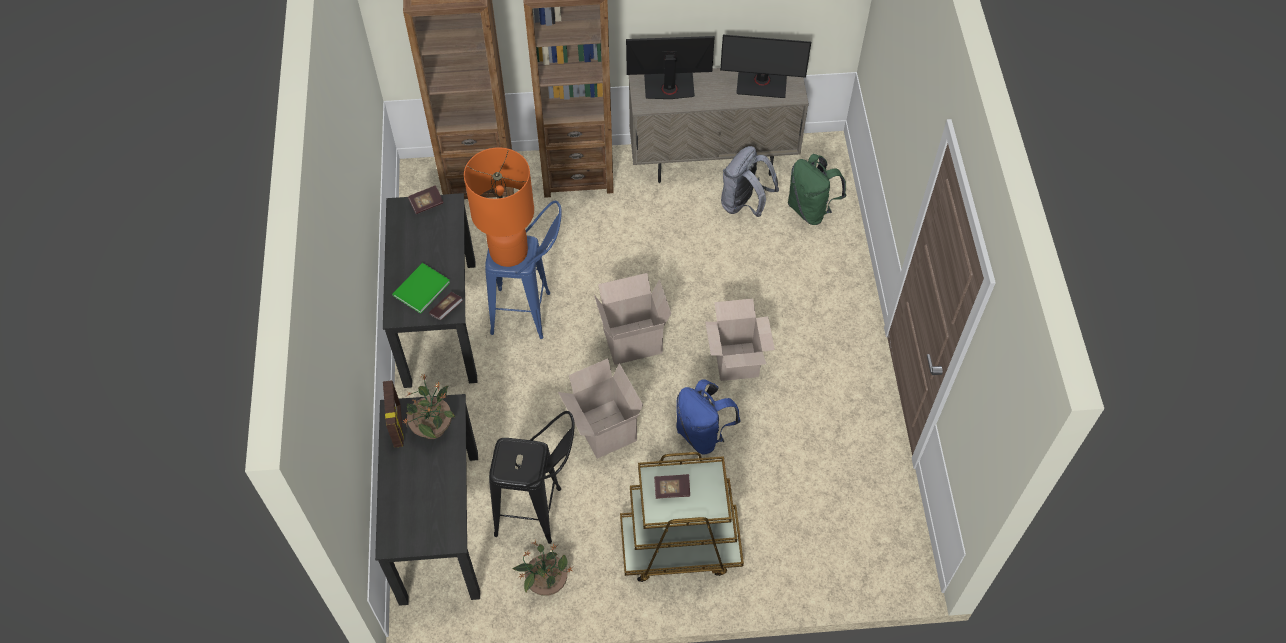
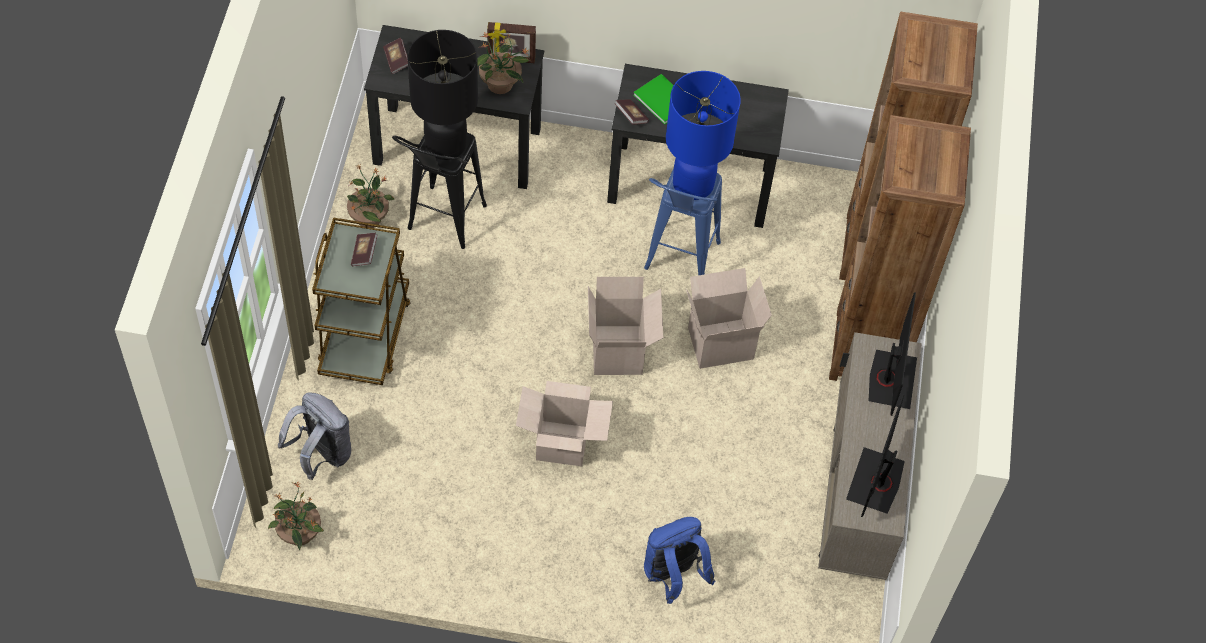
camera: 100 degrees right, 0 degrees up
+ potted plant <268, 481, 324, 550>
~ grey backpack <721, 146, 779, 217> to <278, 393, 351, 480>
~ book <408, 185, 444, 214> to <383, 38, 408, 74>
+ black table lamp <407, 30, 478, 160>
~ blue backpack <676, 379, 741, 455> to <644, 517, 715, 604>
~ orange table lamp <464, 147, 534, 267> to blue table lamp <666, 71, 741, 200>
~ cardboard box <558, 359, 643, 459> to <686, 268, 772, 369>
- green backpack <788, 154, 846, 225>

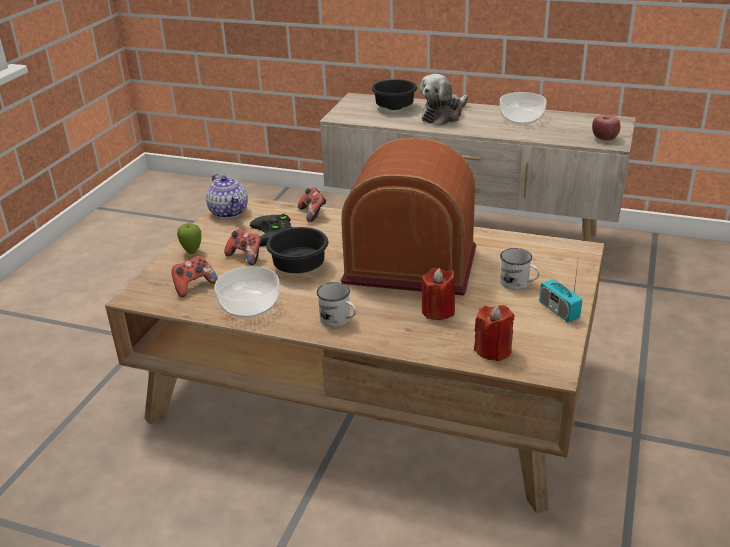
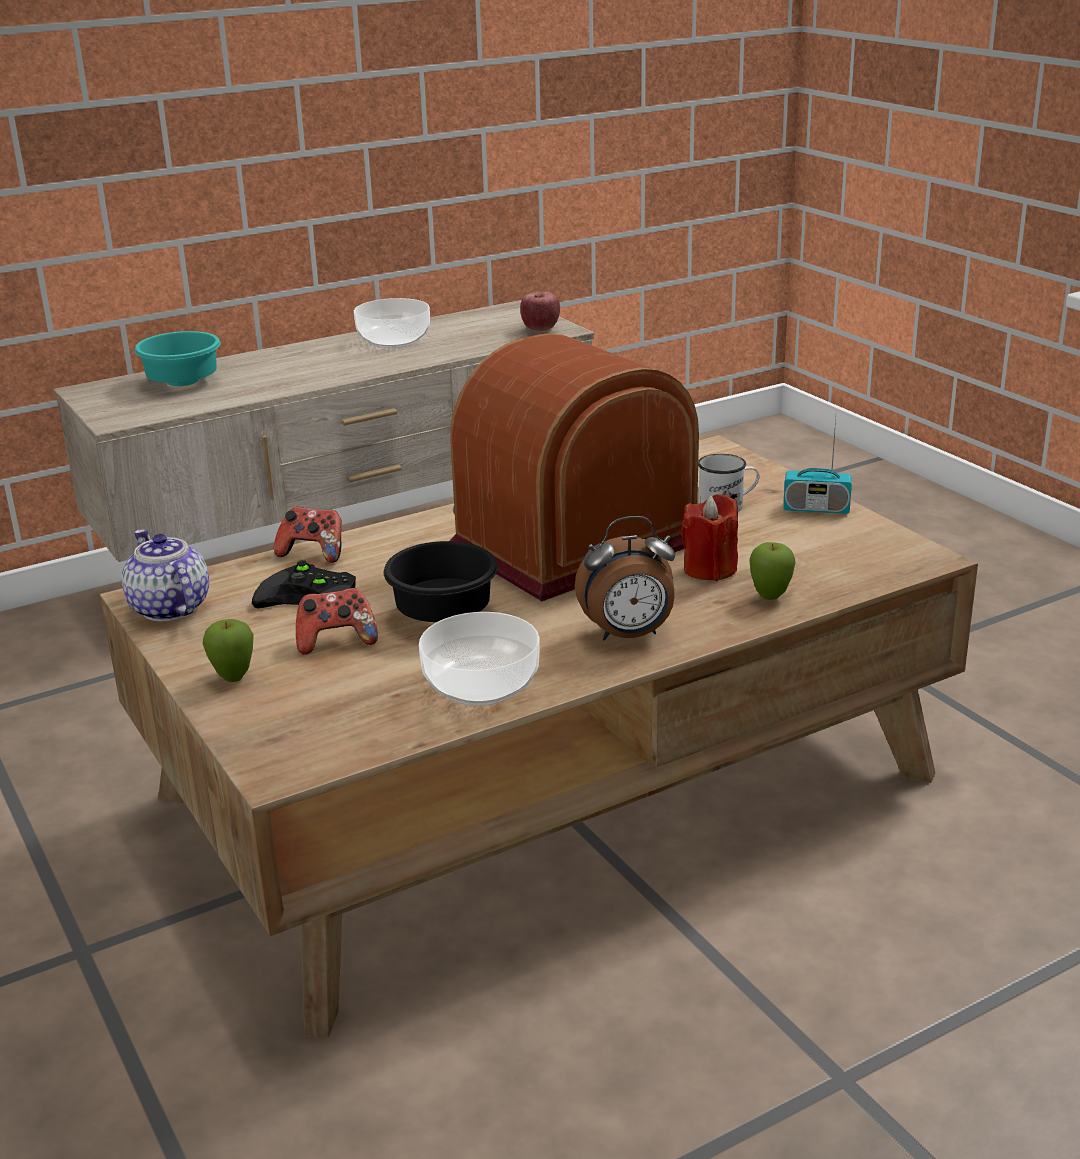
camera: 50 degrees left, 5 degrees down
~ teapot <206, 174, 248, 219> = <122, 529, 209, 622> 135 degrees counterclockwise
~ black bowl <372, 79, 417, 110> to turquoise bowl <134, 331, 221, 386>
~ white mug <317, 282, 356, 327> to alarm clock <575, 516, 675, 641>
+ apple <750, 542, 795, 600>
- game controller <171, 256, 218, 297>
- plush toy <419, 74, 468, 126>
- red candle <474, 305, 514, 361>

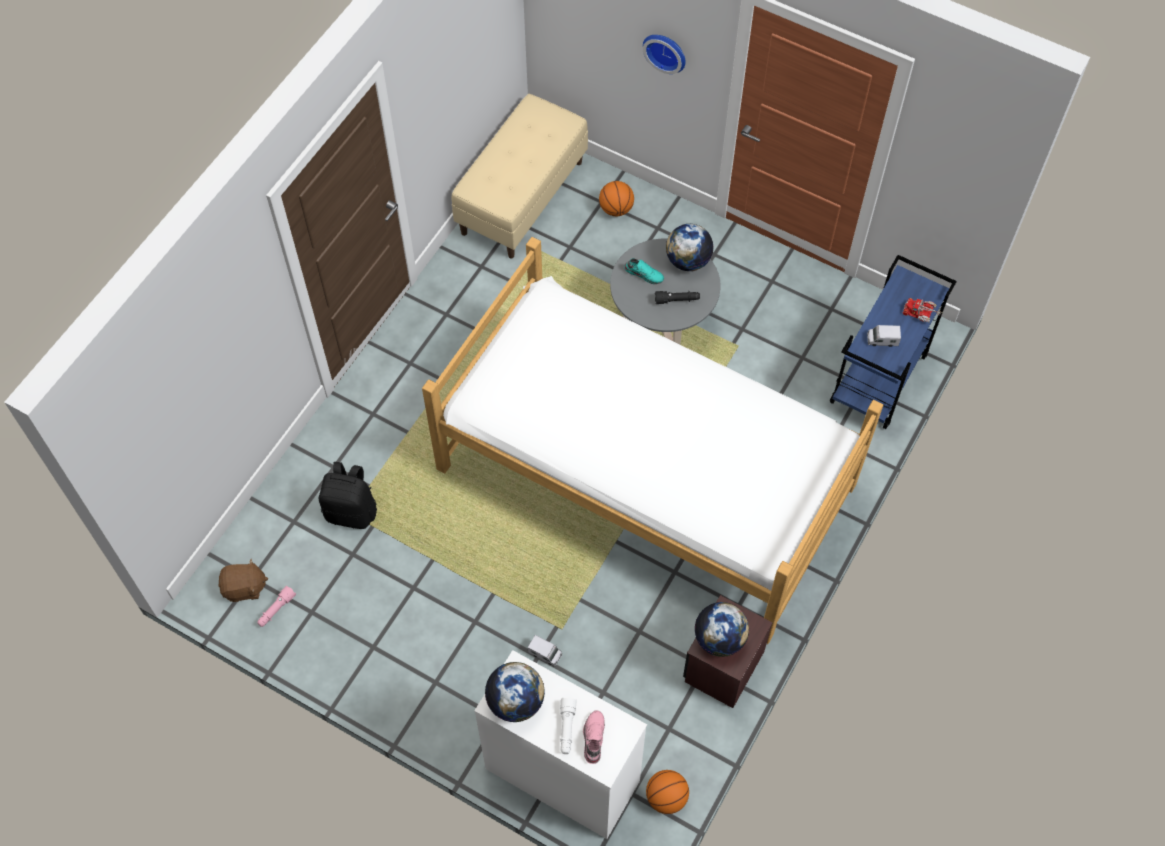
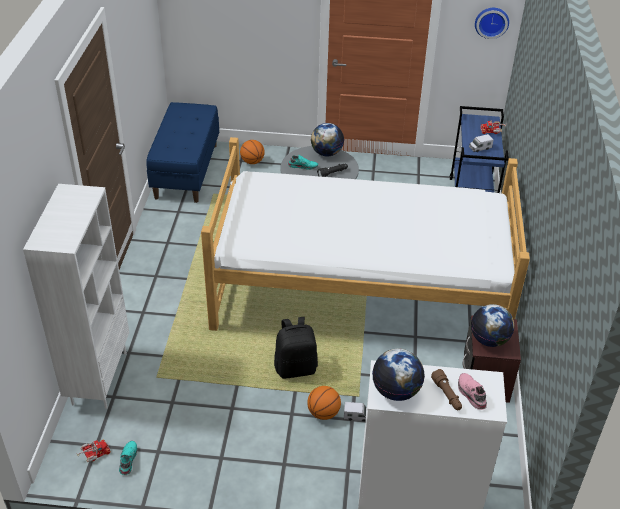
camera: 25 degrees left, 20 degrees down
+ white bookcase <23, 184, 129, 409>
~ brown plush toy <218, 558, 268, 602> to toy truck <77, 440, 111, 463>
~ pink flashlight <257, 586, 296, 627> to turquoise shoe <119, 441, 137, 475>
~ beige bench <451, 94, 588, 258> to blue bench <146, 102, 219, 203>
~ black backpack <319, 462, 377, 529> to <274, 317, 318, 379>
~ basketball <646, 770, 689, 814> to <307, 386, 341, 420>
~ white flashlight <560, 697, 576, 754> to brown flashlight <431, 369, 462, 410>
~ wall clock <643, 35, 686, 74> to <475, 8, 509, 39>

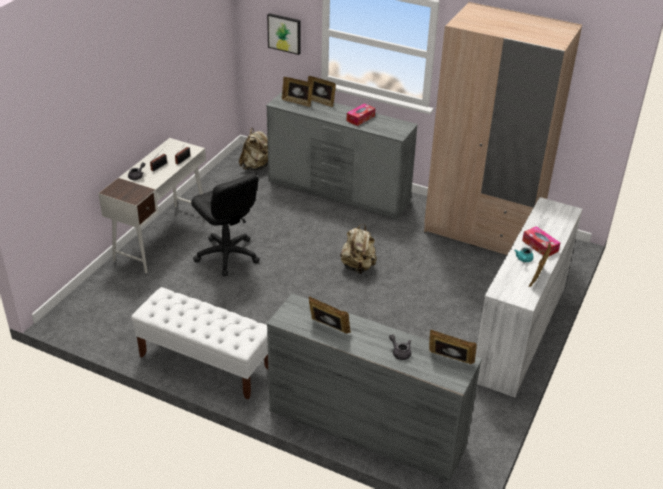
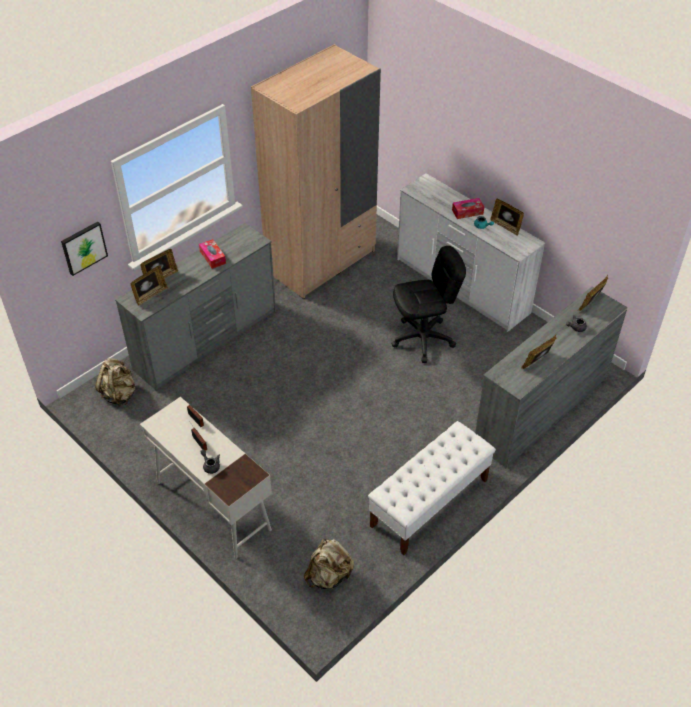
camera: 70 degrees left, 10 degrees up
~ beige backpack <340, 224, 377, 274> to <304, 539, 354, 589>
~ black office chair <191, 173, 260, 276> to <391, 246, 466, 363>

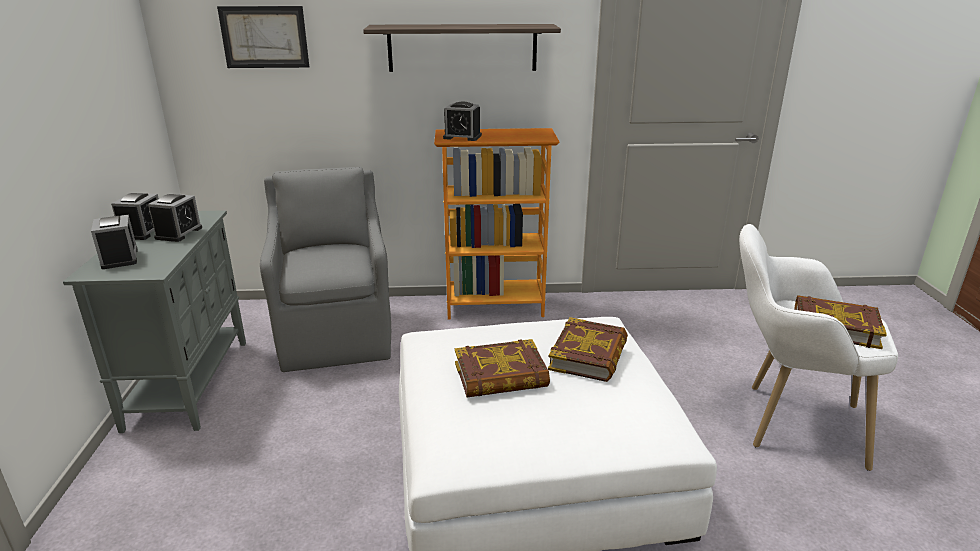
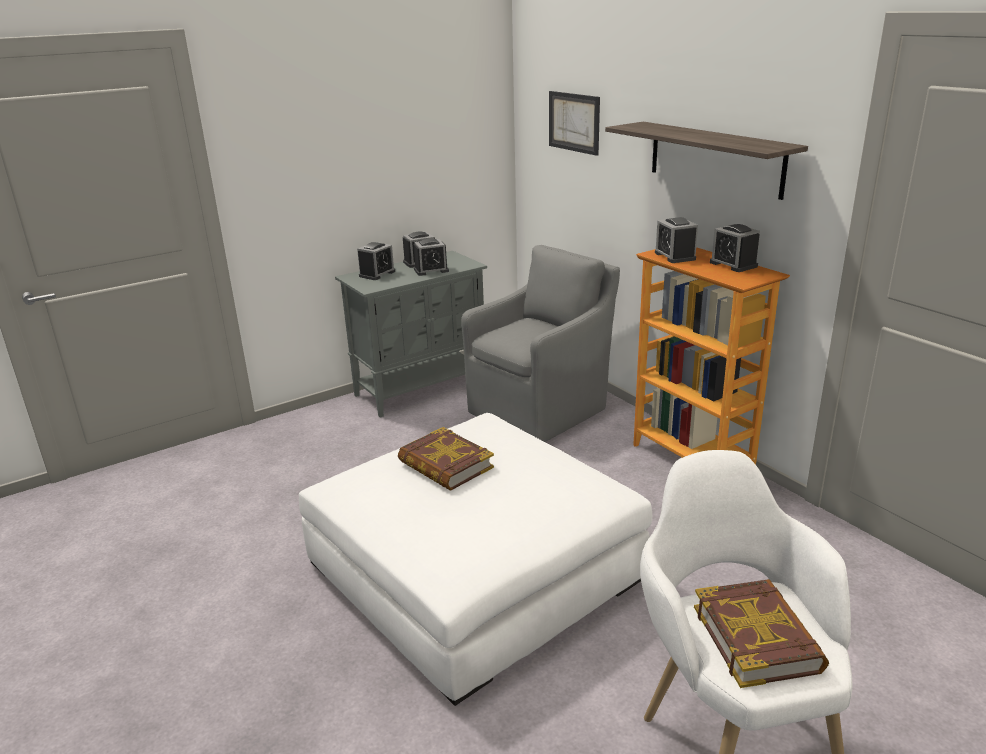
camera: 60 degrees right, 0 degrees up
+ alarm clock <710, 224, 760, 272>
- book <548, 317, 628, 382>

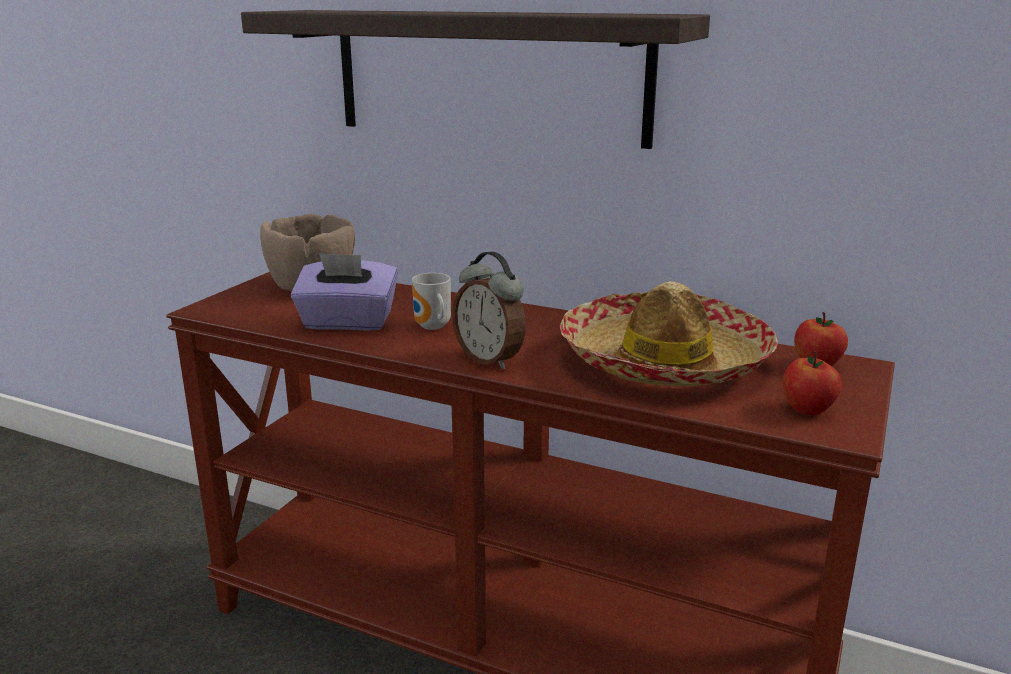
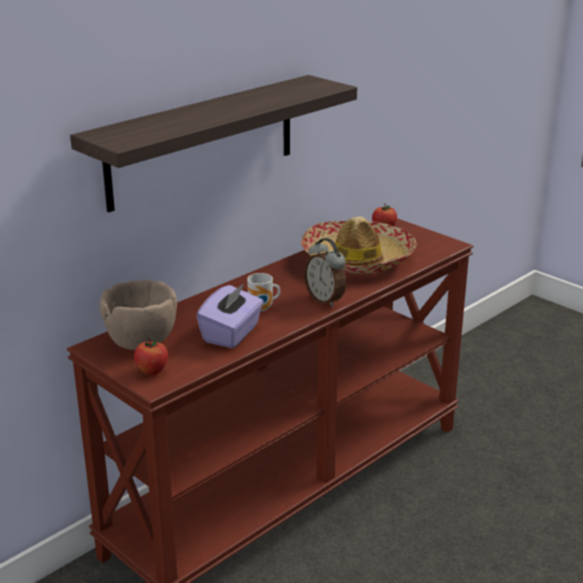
camera: 70 degrees left, 5 degrees up
~ apple <782, 351, 842, 415> to <134, 339, 168, 375>
~ alarm clock <452, 251, 526, 370> = <304, 238, 346, 307> 75 degrees clockwise

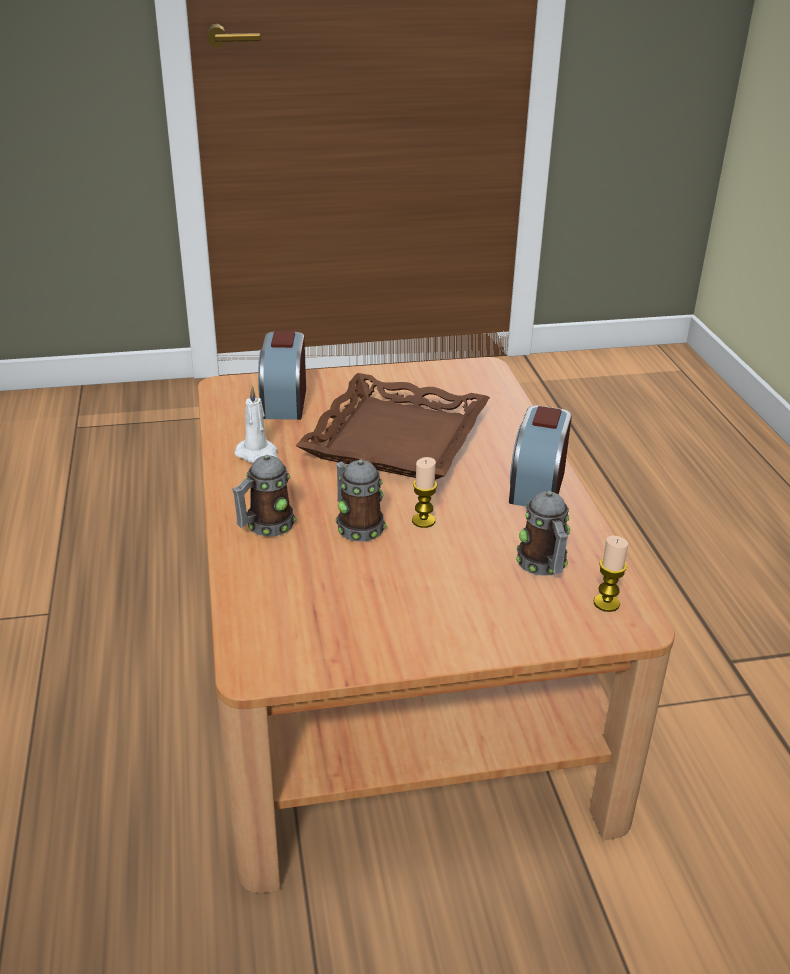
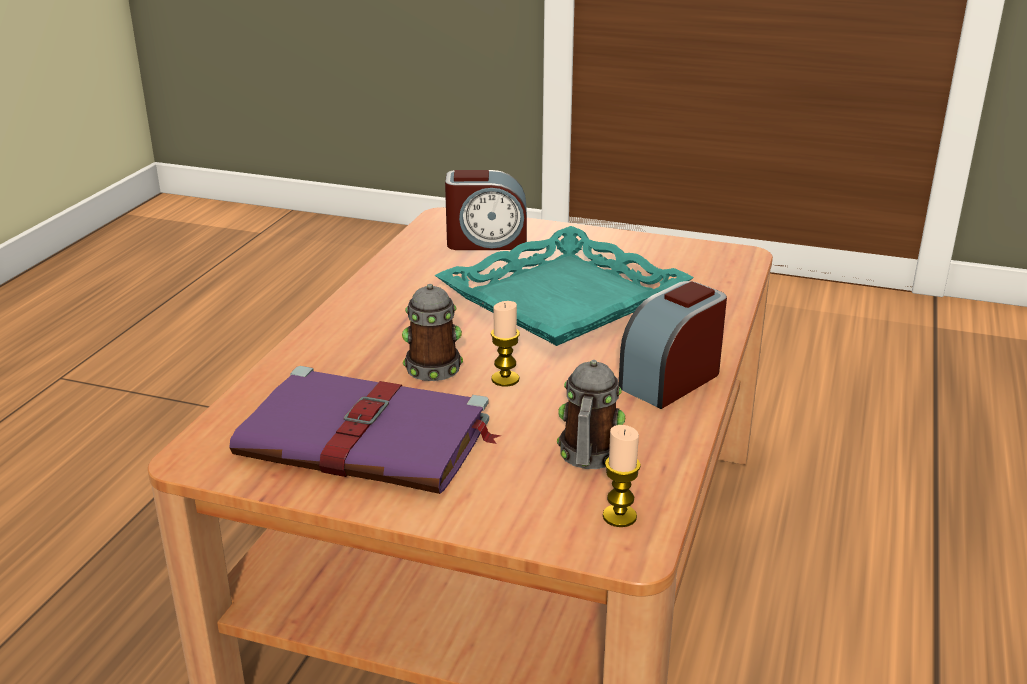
camera: 30 degrees right, 5 degrees down
+ purple book <229, 366, 501, 494>
~ brown tray <296, 373, 490, 480> to turquoise tray <435, 226, 694, 346>
~ alarm clock <258, 331, 306, 420> = <445, 170, 527, 250> 120 degrees counterclockwise
- mug <232, 455, 296, 537>
- white candle <235, 386, 278, 463>

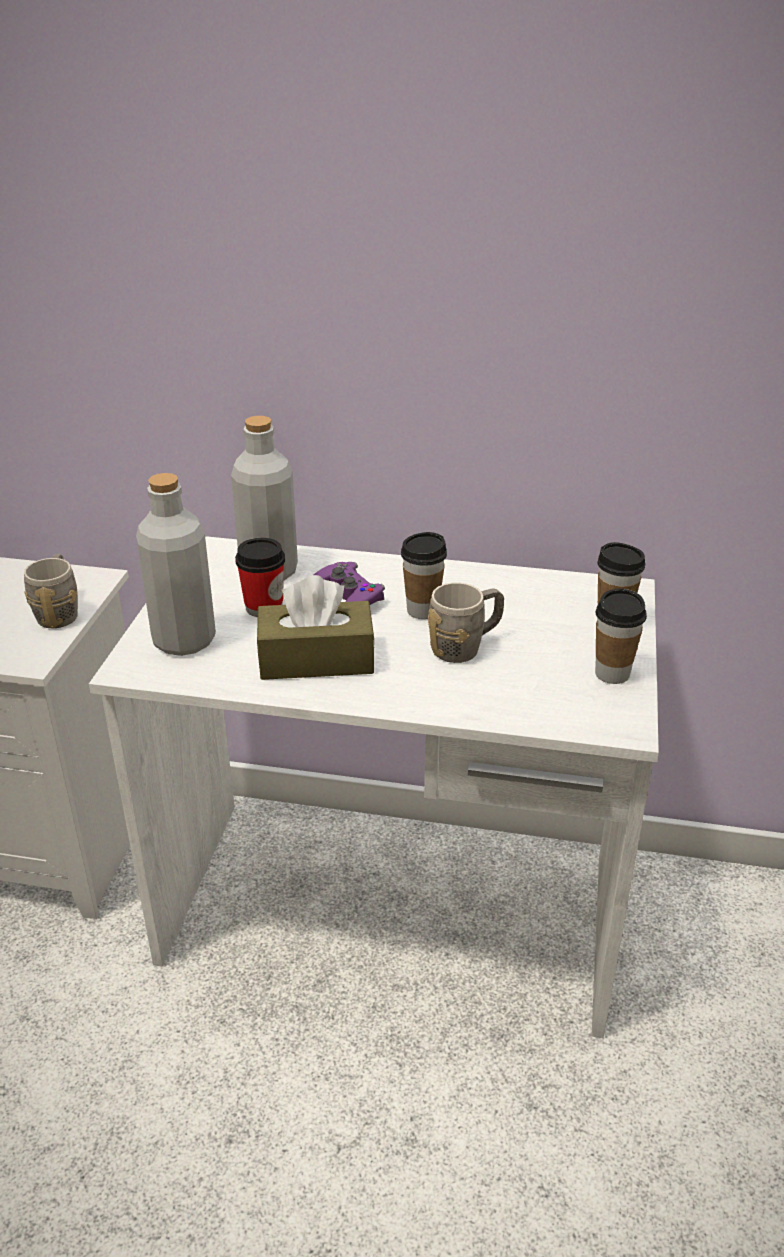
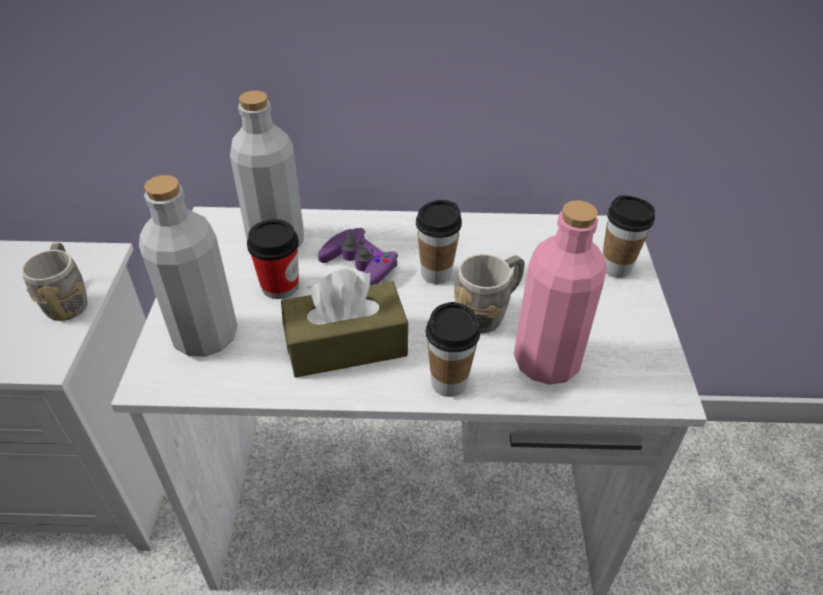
camera: 10 degrees left, 10 degrees up
~ cup <595, 588, 647, 684> to <426, 302, 480, 397>
+ pink bottle <514, 200, 607, 385>

